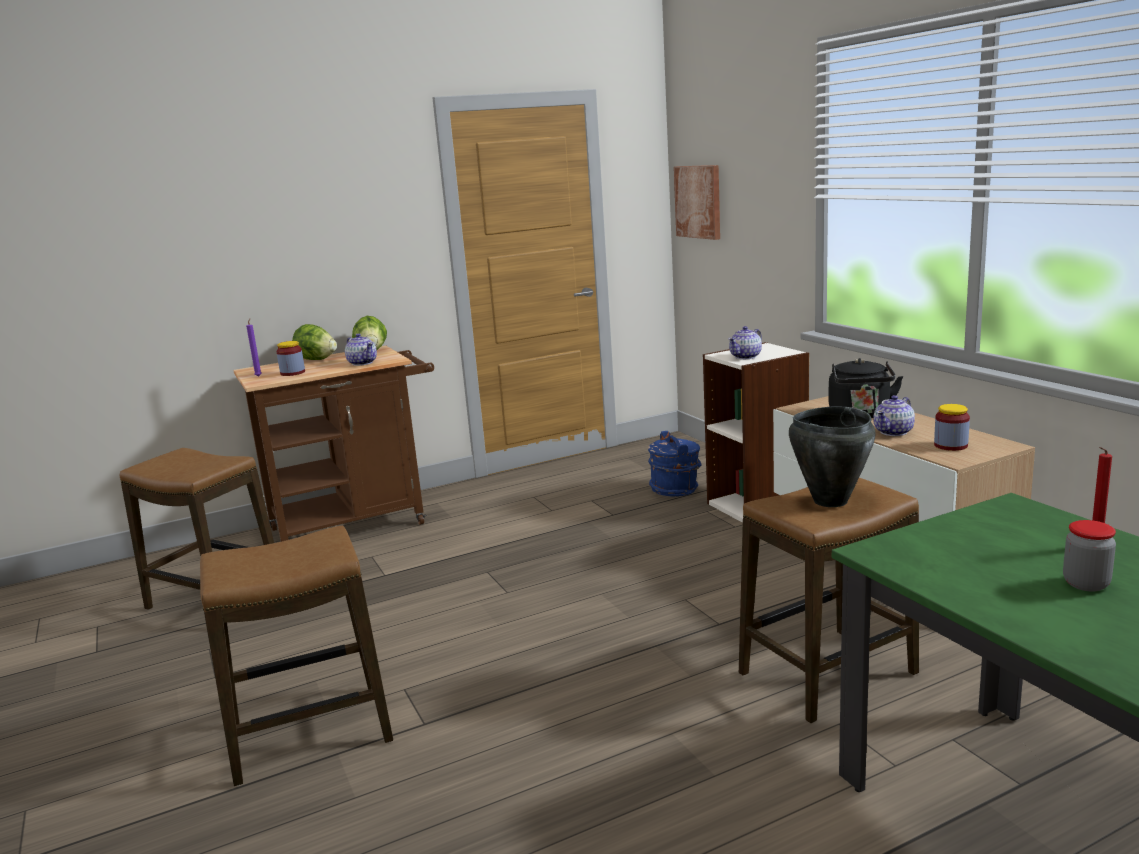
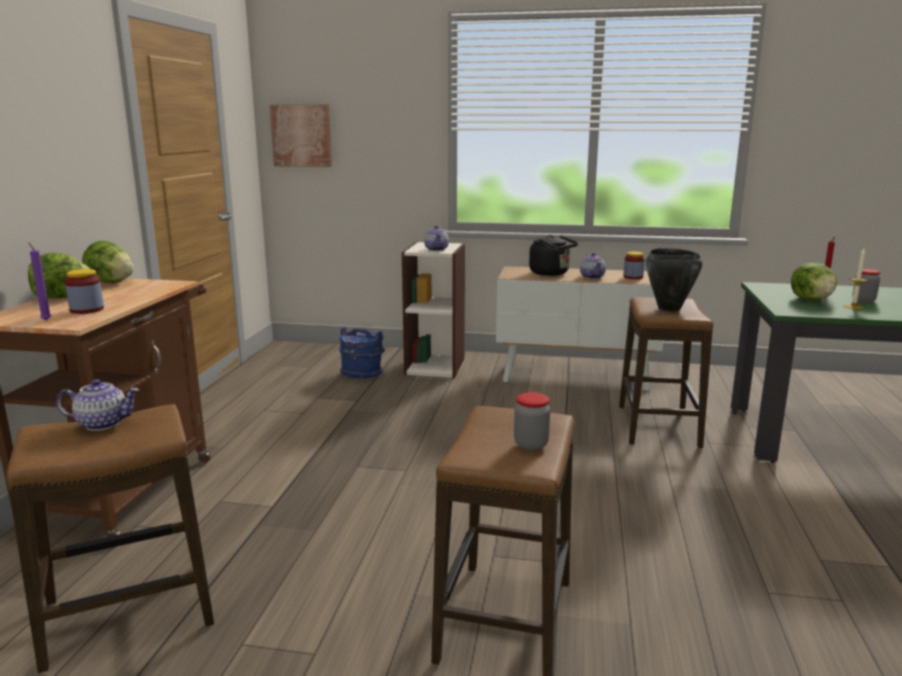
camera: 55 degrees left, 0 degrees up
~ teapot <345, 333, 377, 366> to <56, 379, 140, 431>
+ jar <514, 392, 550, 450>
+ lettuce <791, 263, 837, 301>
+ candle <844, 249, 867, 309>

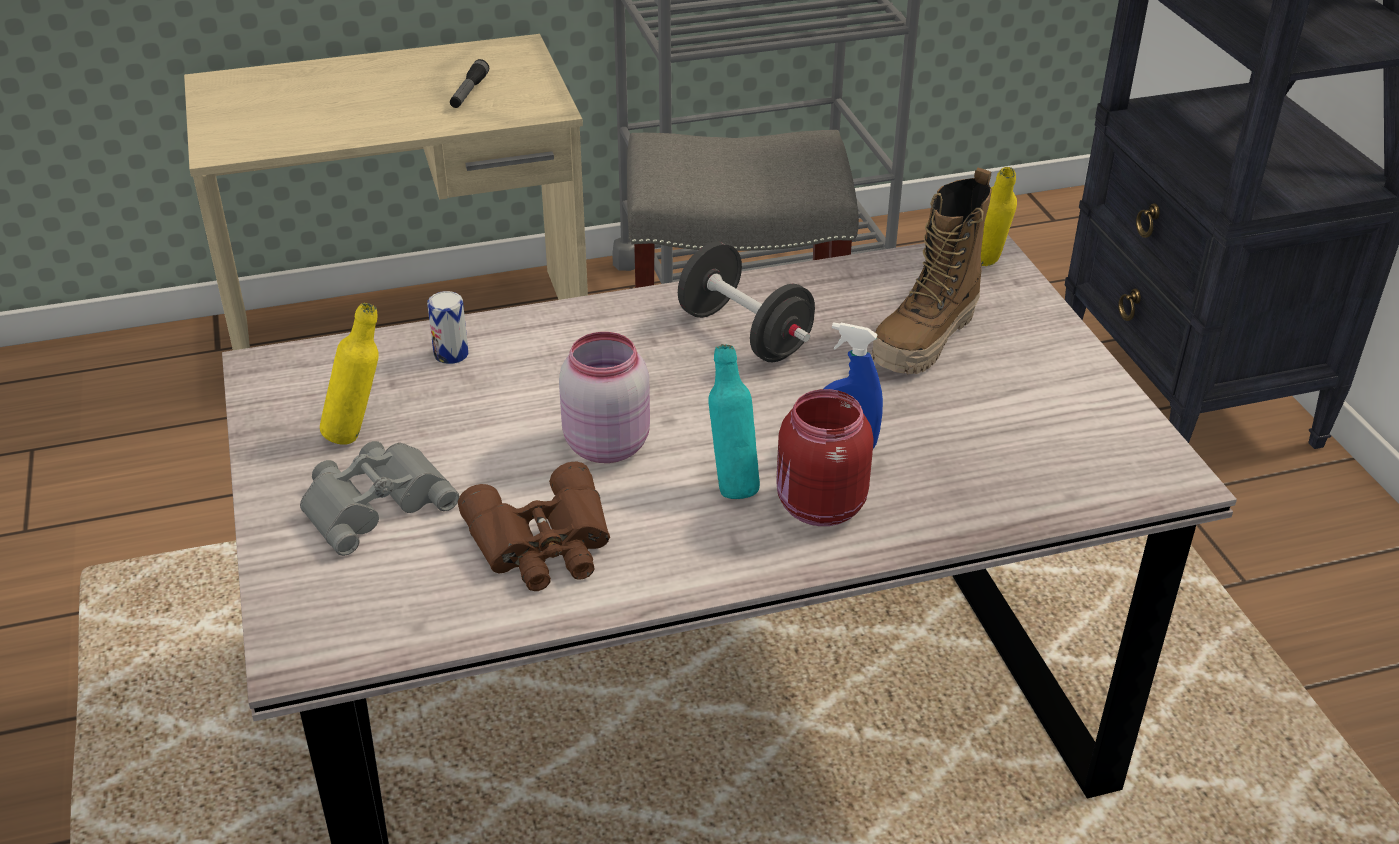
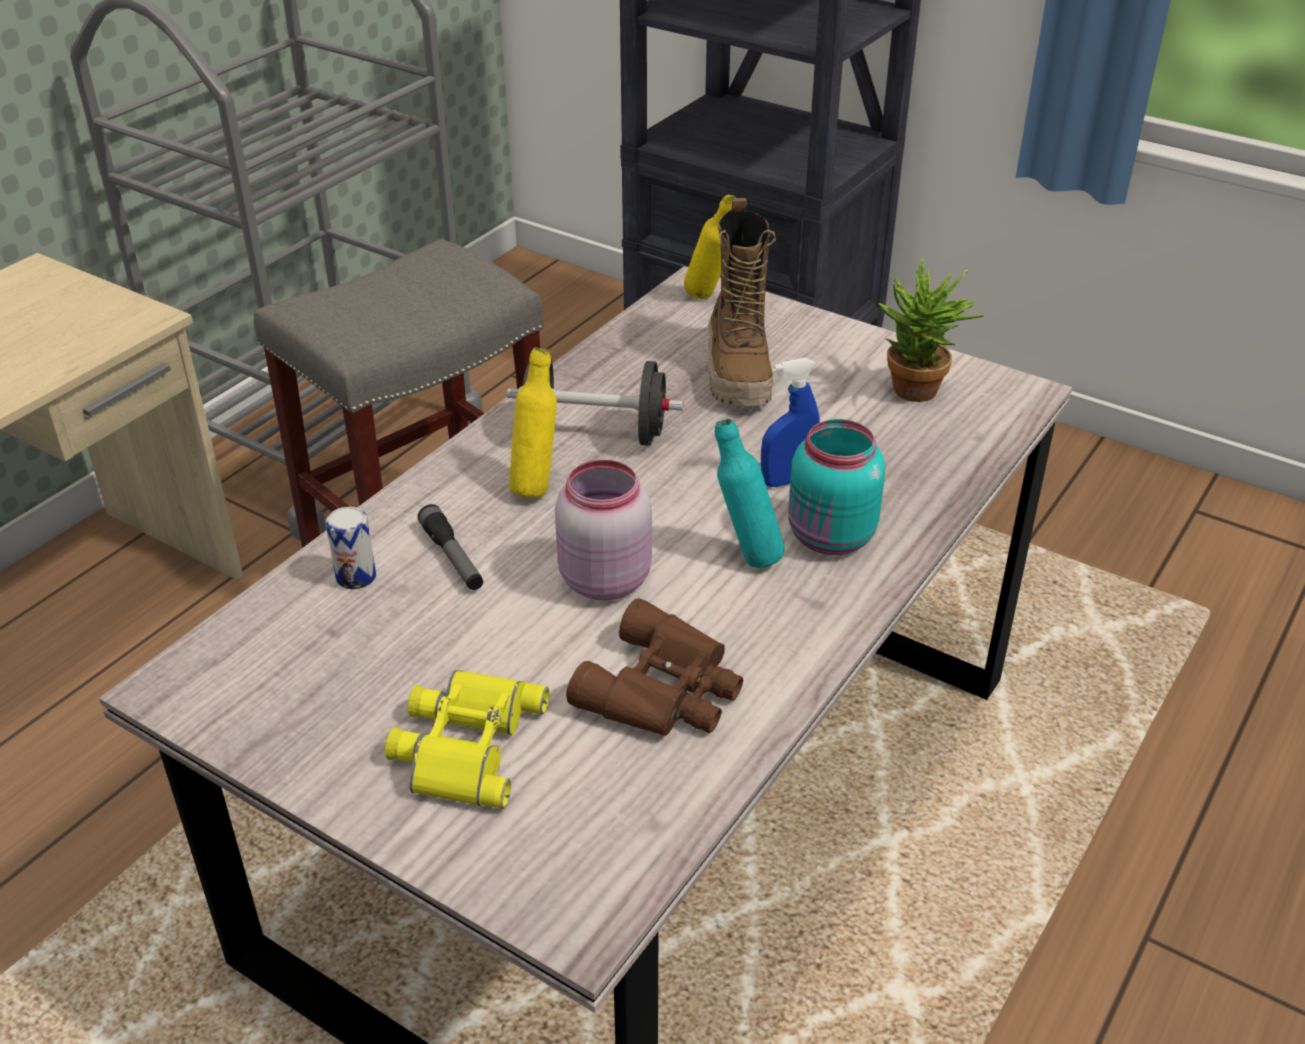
camera: 40 degrees left, 0 degrees up
~ grey binoculars <300, 441, 459, 556> to yellow binoculars <385, 670, 549, 809>
~ flashlight <450, 59, 489, 108> to <417, 504, 483, 590>
~ yellow bottle <320, 303, 379, 445> to <509, 348, 557, 498>
~ red jar <776, 389, 874, 526> to turquoise jar <788, 419, 885, 555>
+ potted plant <878, 257, 984, 402>

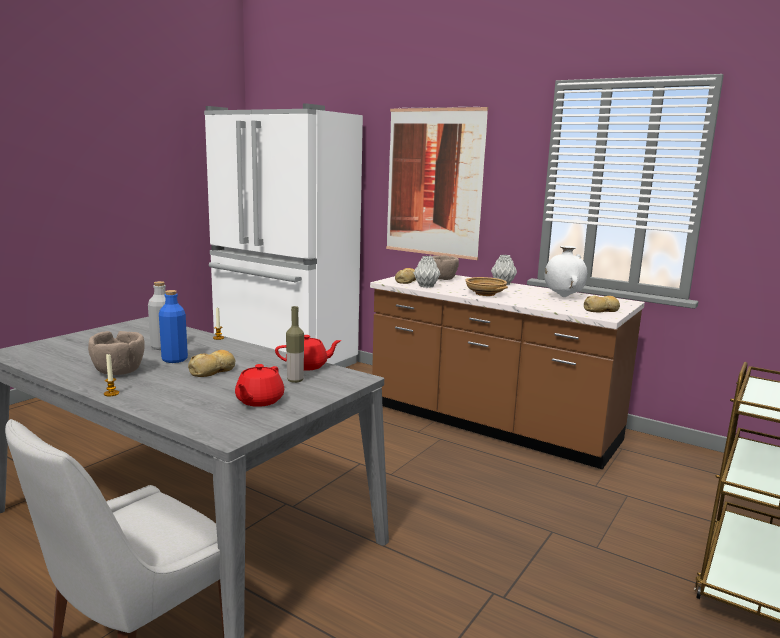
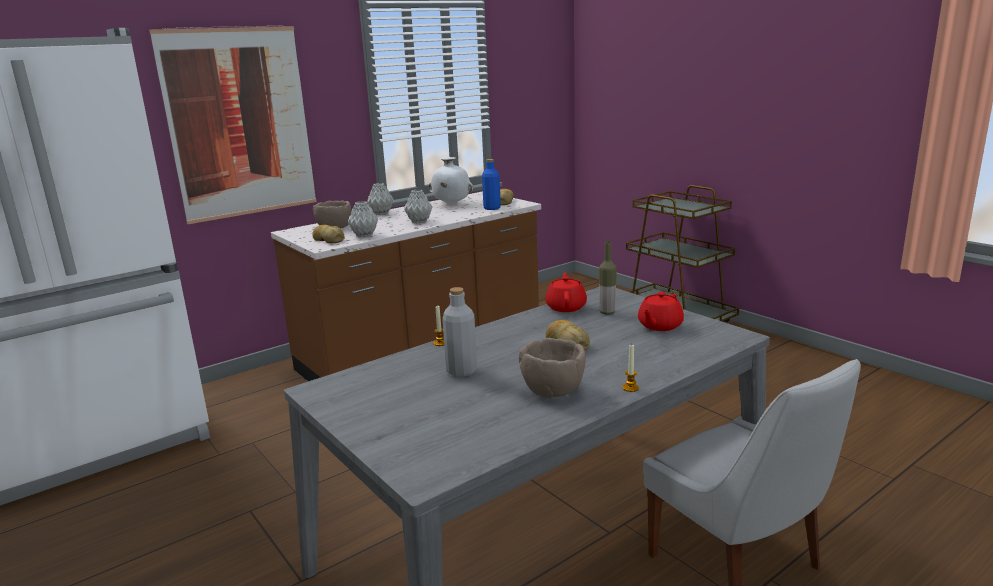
camera: 70 degrees left, 5 degrees up
~ beige bowl <465, 277, 508, 296> to grey vase <404, 189, 432, 224>
~ blue bottle <159, 290, 188, 363> to <482, 159, 501, 210>
~ red teapot <235, 364, 284, 407> = <638, 292, 684, 331> 90 degrees clockwise

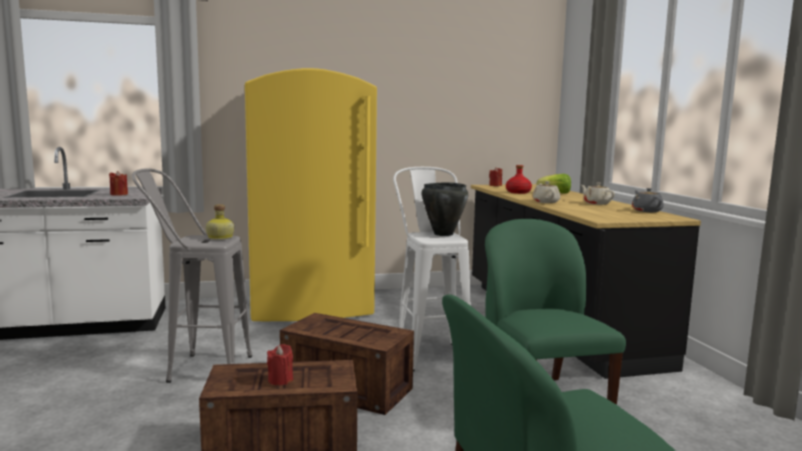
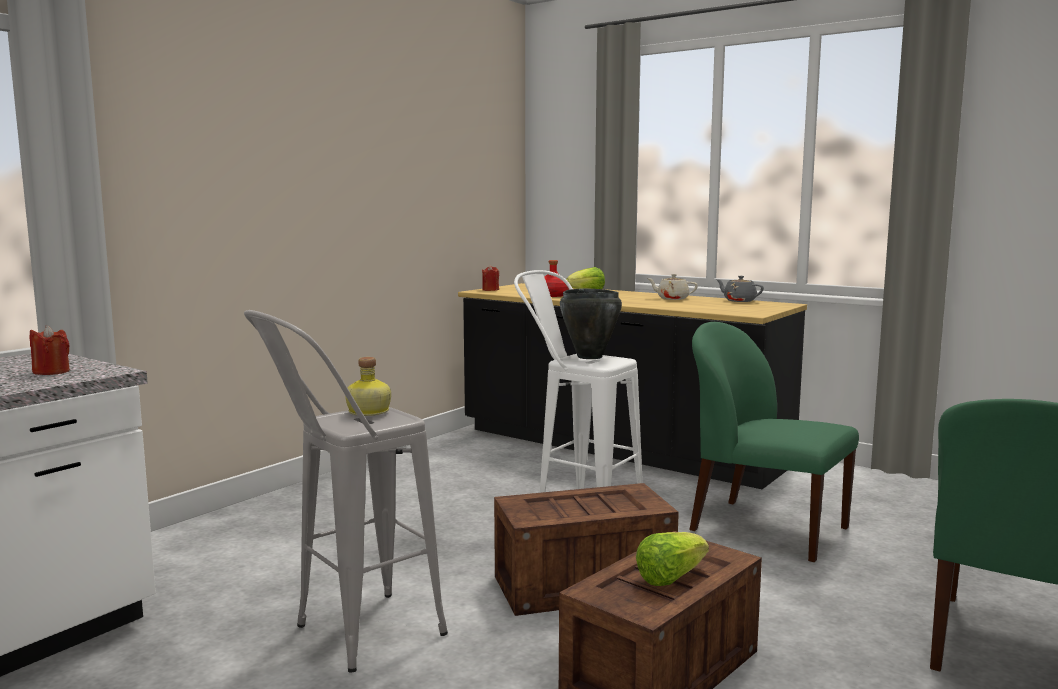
camera: 40 degrees left, 0 degrees up
~ red candle <267, 344, 293, 385> to lettuce <636, 532, 709, 586>
- yellow fridge <245, 68, 377, 321>
- beige teapot <532, 181, 560, 203>

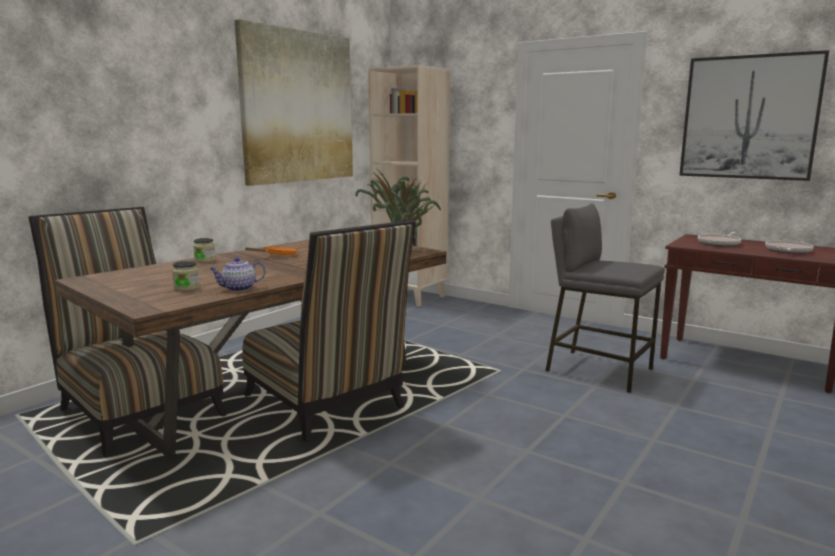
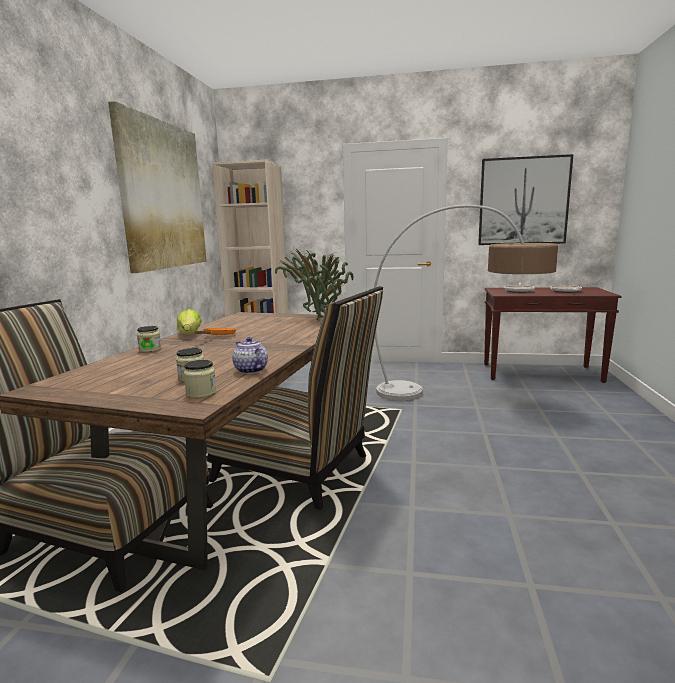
camera: 25 degrees left, 0 degrees up
+ lettuce <177, 309, 202, 335>
+ jar <184, 360, 216, 398>
~ teapot <209, 257, 266, 292> = <232, 337, 268, 374> 105 degrees clockwise
~ grey stool <545, 204, 665, 393> to floor lamp <374, 205, 558, 401>

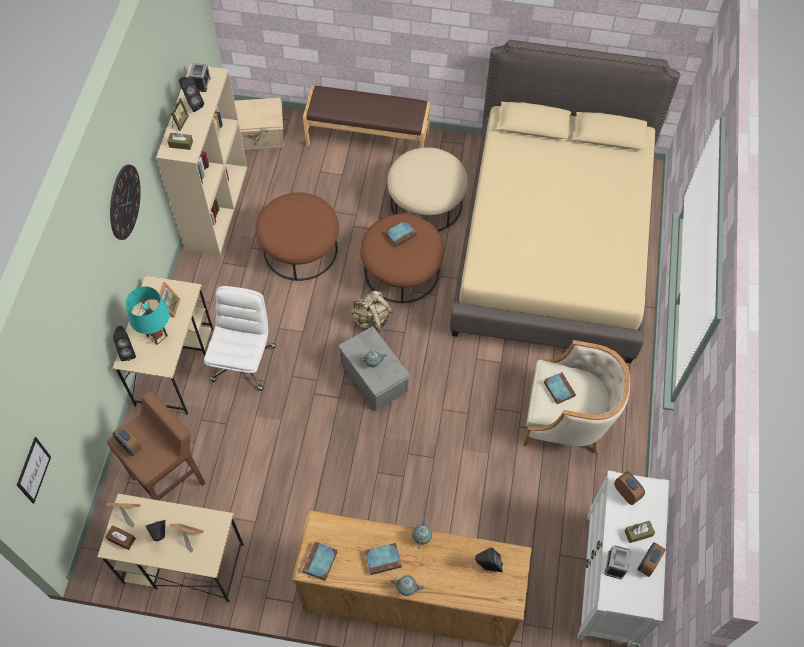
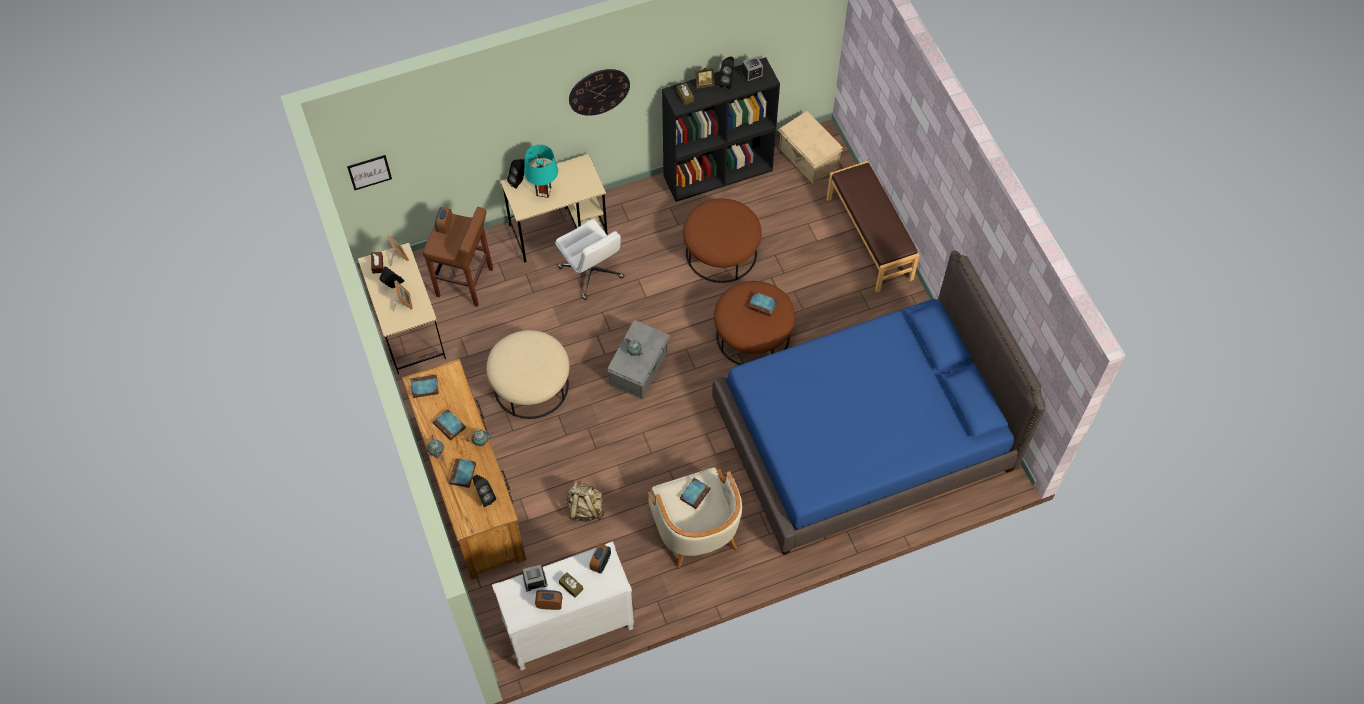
camera: 60 degrees right, 0 degrees up
+ book <449, 458, 476, 488>
~ beige ottoman <387, 147, 468, 232> to <486, 330, 569, 419>
~ white office chair <204, 286, 276, 391> = <555, 219, 624, 300> 75 degrees clockwise
~ beige backpack <350, 290, 394, 333> to <567, 480, 604, 522>
~ beige bookcase <156, 64, 247, 255> to black bookcase <662, 57, 780, 202>
~ beige bed <450, 40, 680, 363> to blue bed <712, 250, 1046, 555>
- picture frame <157, 282, 180, 317>

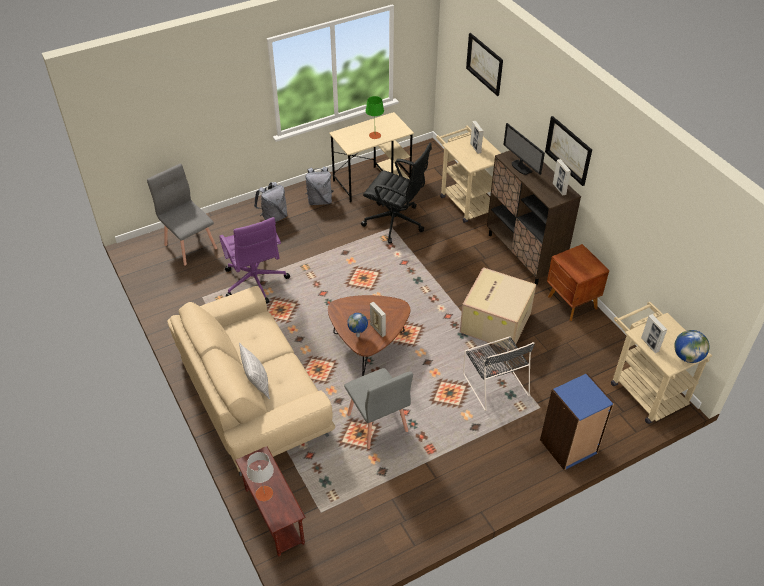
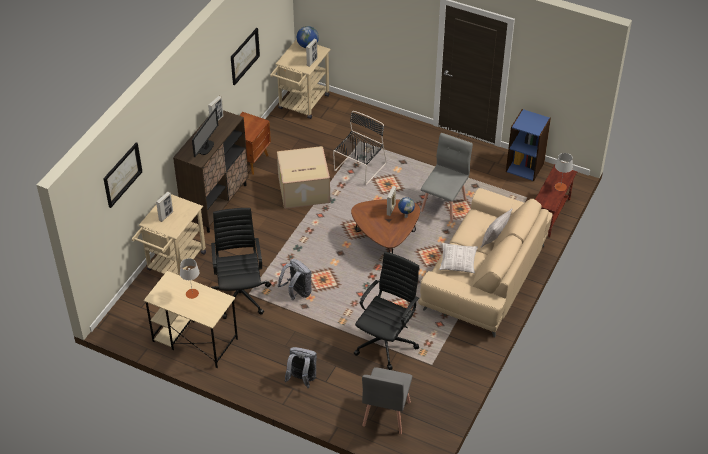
camera: 125 degrees left, 0 degrees up
~ green table lamp <366, 96, 384, 139> to grey table lamp <180, 258, 199, 299>
~ picture <545, 116, 592, 186> to <231, 28, 260, 85>
~ grey backpack <305, 166, 334, 205> to <278, 259, 312, 300>
~ purple office chair <219, 217, 290, 304> to black office chair <354, 252, 419, 370>
+ pillow <439, 243, 478, 273>
~ blue bookcase <540, 373, 614, 471> to <506, 109, 551, 181>

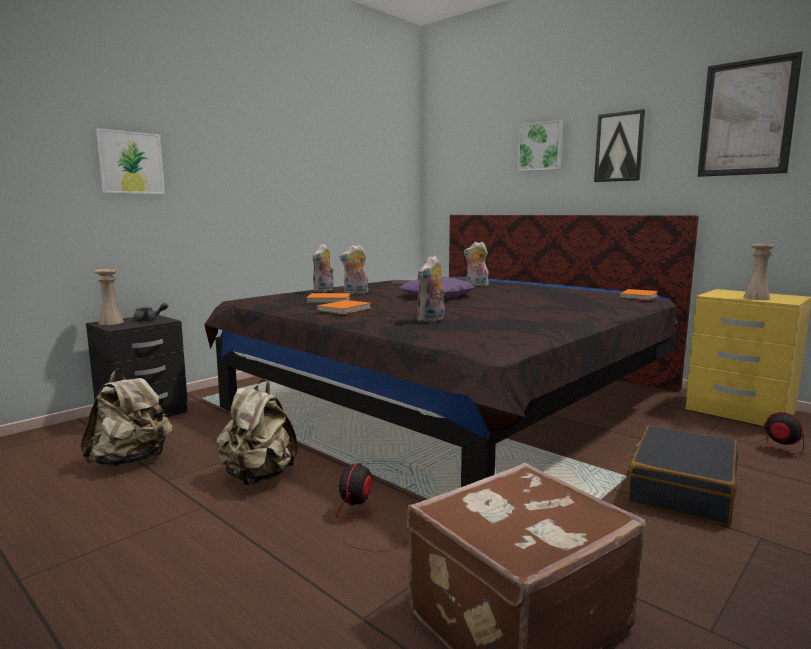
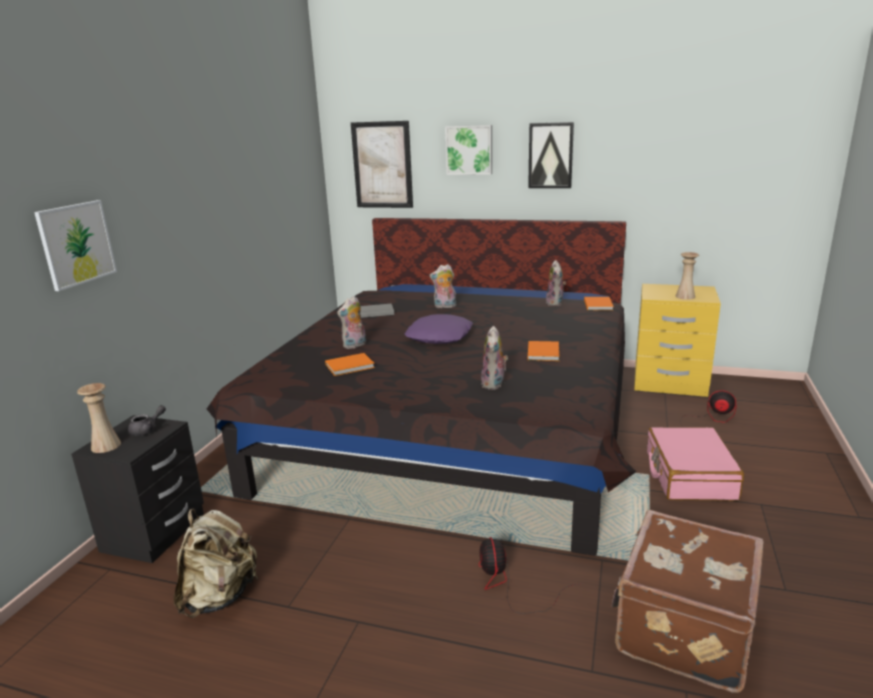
camera: 25 degrees left, 10 degrees up
~ picture <698, 51, 803, 177> to <351, 121, 413, 208>
~ orange book <317, 300, 371, 315> to <528, 341, 560, 361>
~ plush toy <313, 244, 334, 292> to <546, 260, 566, 306>
~ black suitcase <627, 425, 738, 526> to pink suitcase <647, 427, 744, 501>
- beige backpack <216, 379, 298, 485>

